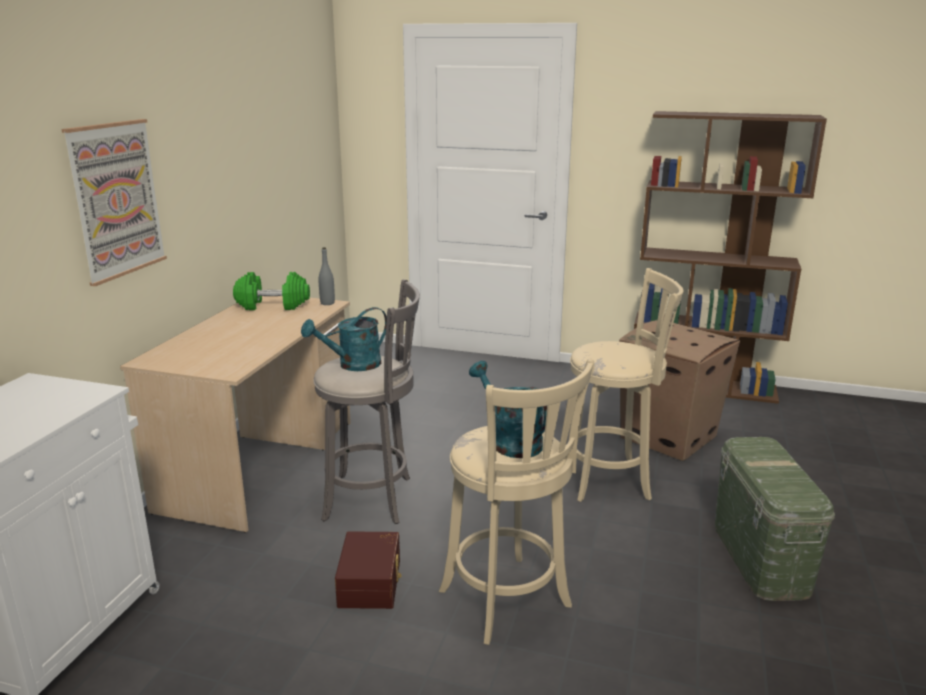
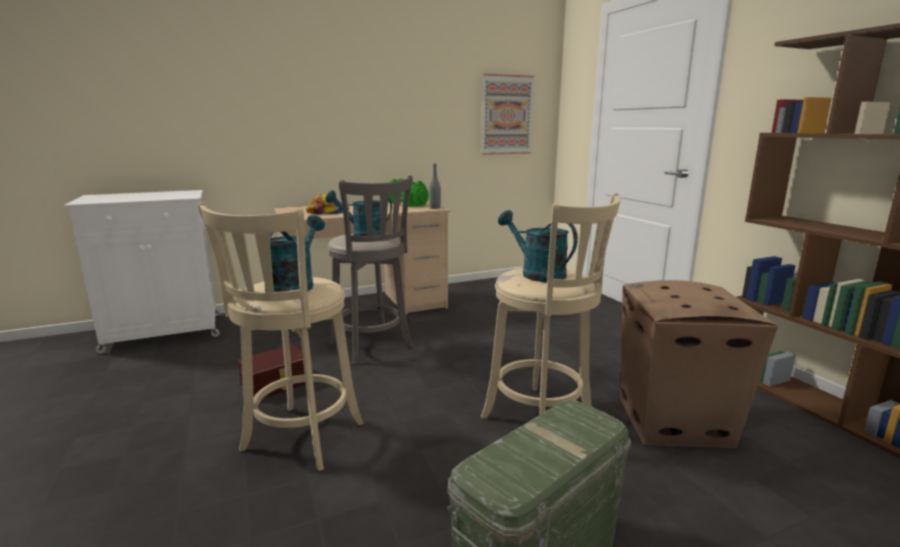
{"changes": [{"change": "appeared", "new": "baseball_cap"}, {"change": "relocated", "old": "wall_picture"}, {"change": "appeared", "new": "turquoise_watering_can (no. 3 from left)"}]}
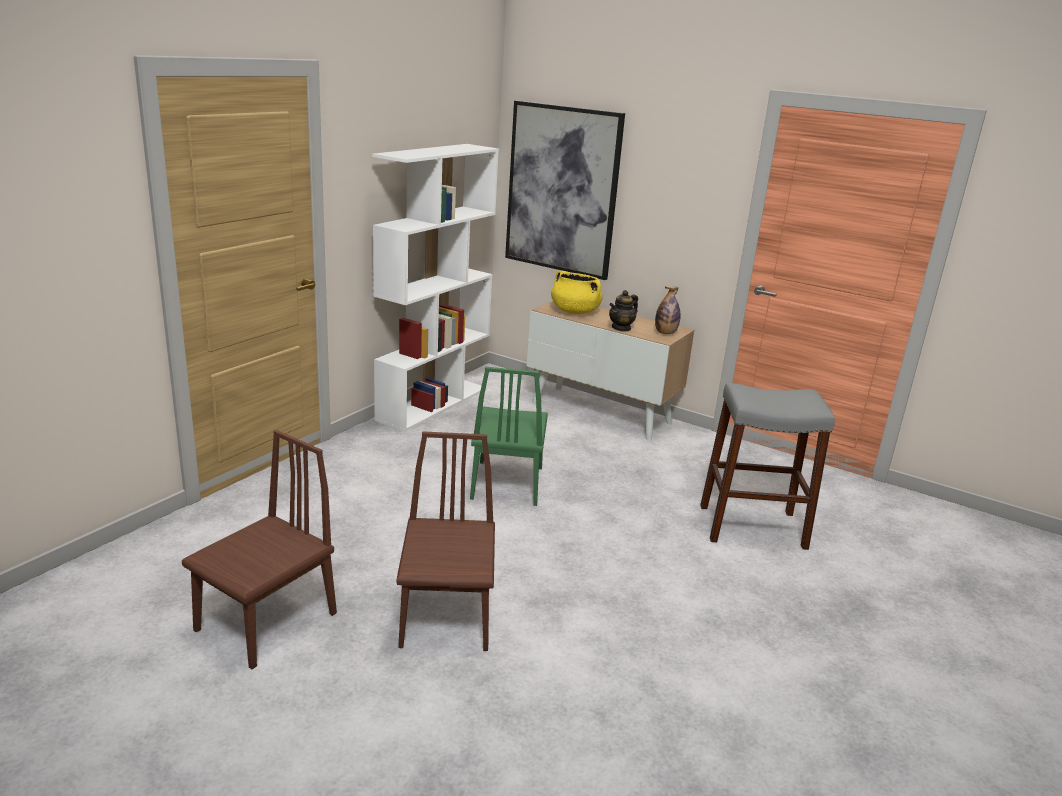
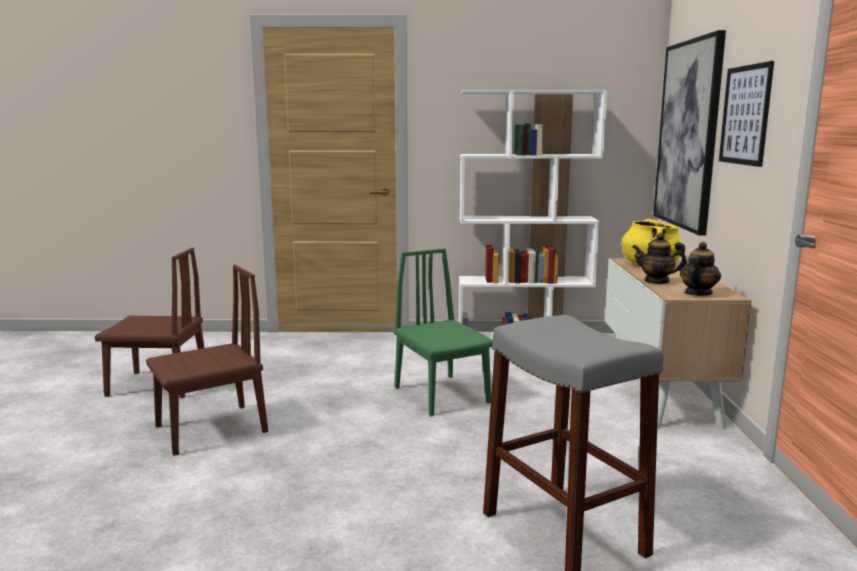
{"changes": [{"change": "spun", "old": "green-coloured_plain_chair", "degrees": 90}, {"change": "exchanged", "old": "beverage_bottle", "new": "pot_for_tea (no. 2 from left)"}, {"change": "appeared", "new": "wall_picture (no. 2 from left)"}]}
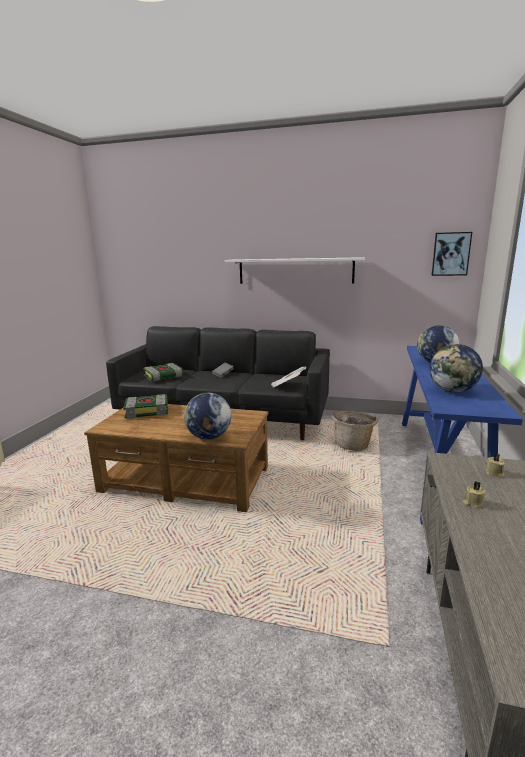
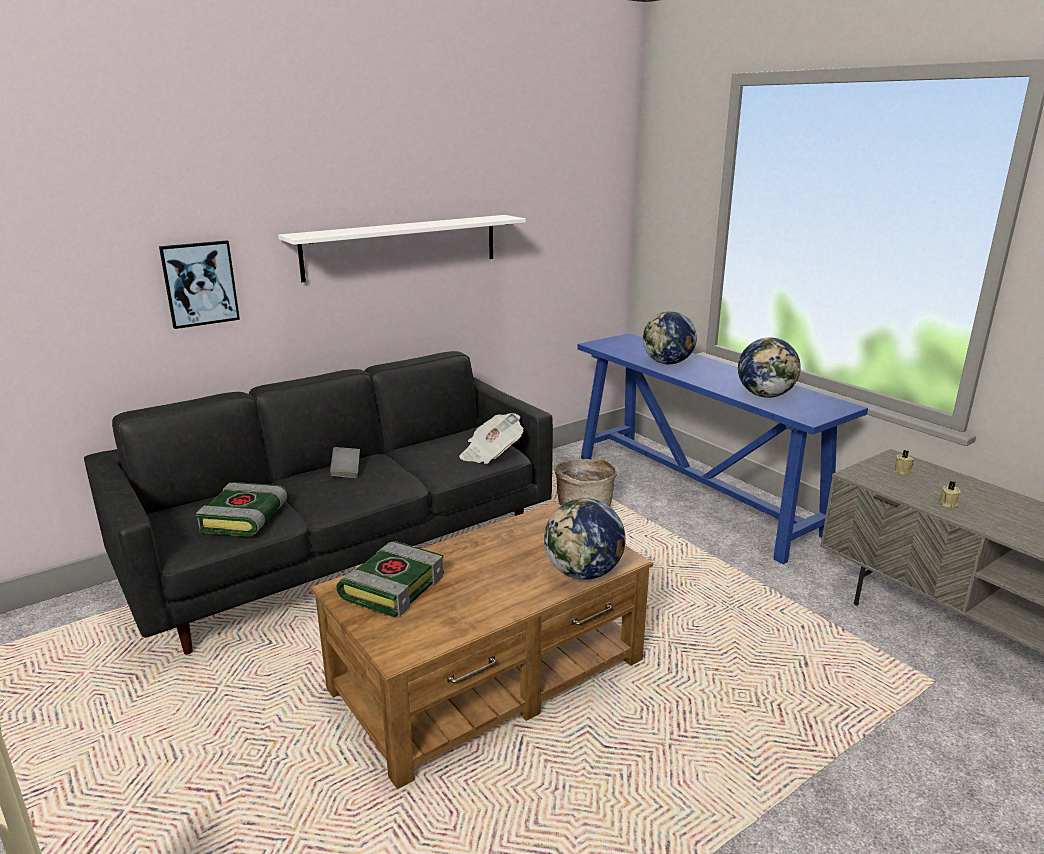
{"changes": [{"change": "relocated", "old": "wall_picture"}]}
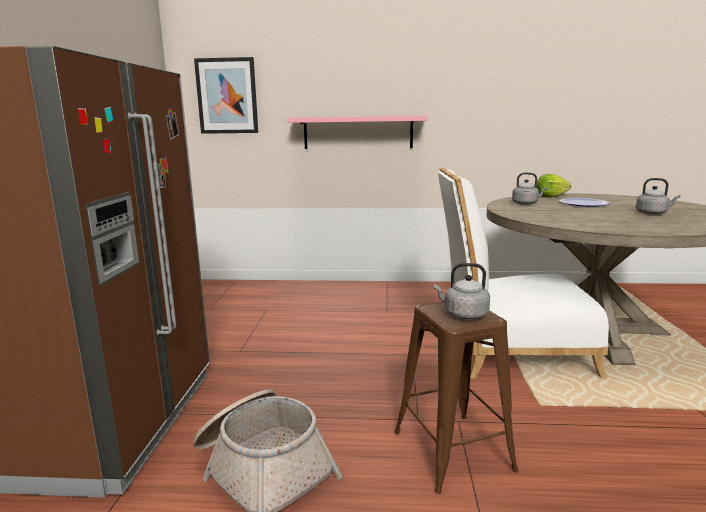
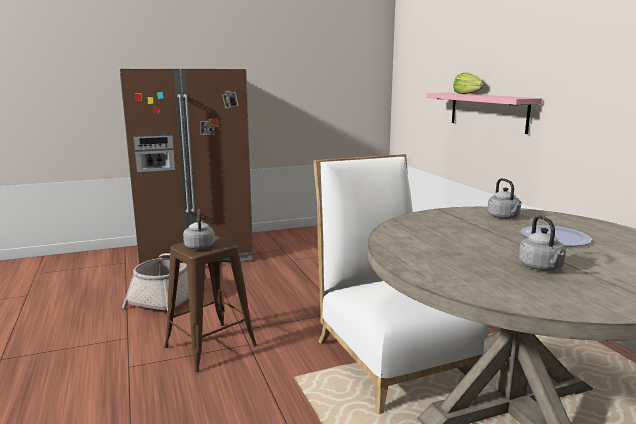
{"changes": [{"change": "relocated", "old": "head_of_lettuce"}, {"change": "missing", "old": "wall_picture"}]}
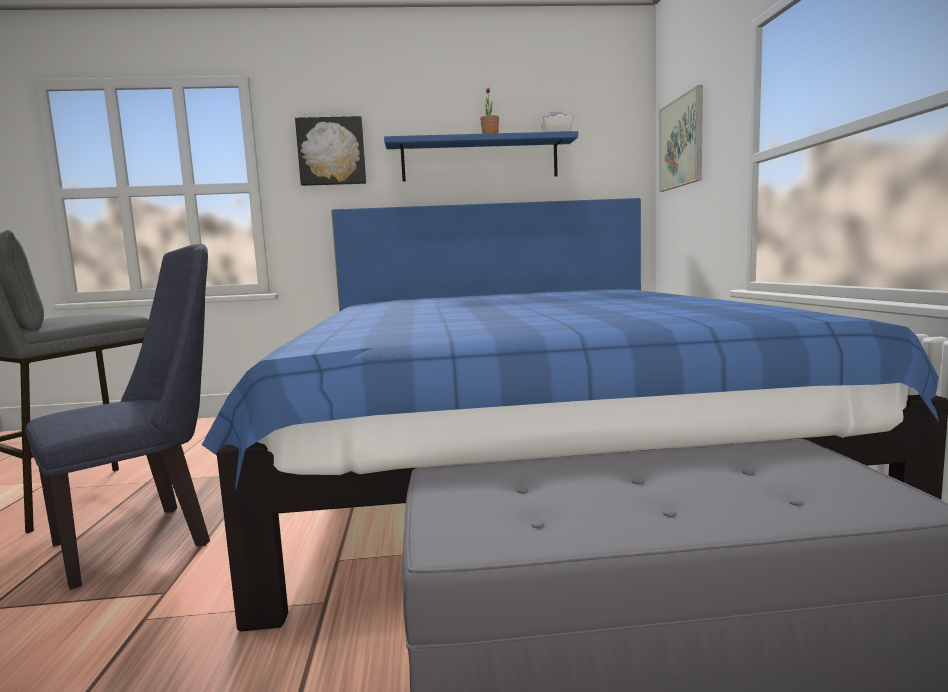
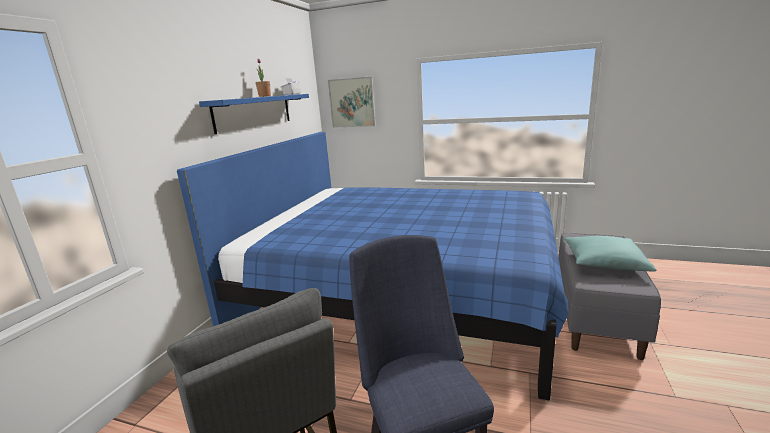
{"changes": [{"change": "appeared", "new": "turquoise_pillow"}, {"change": "missing", "old": "wall_picture (no. 1 from left)"}]}
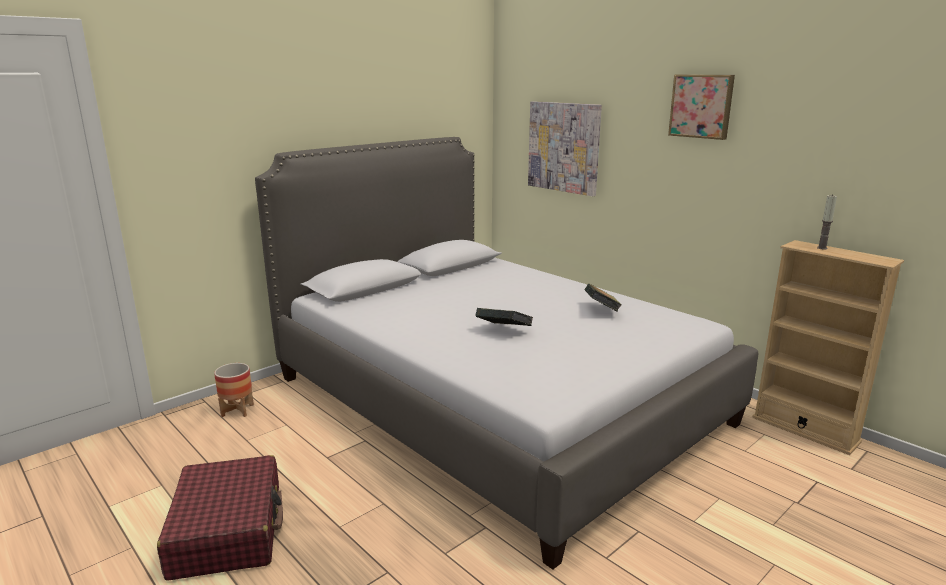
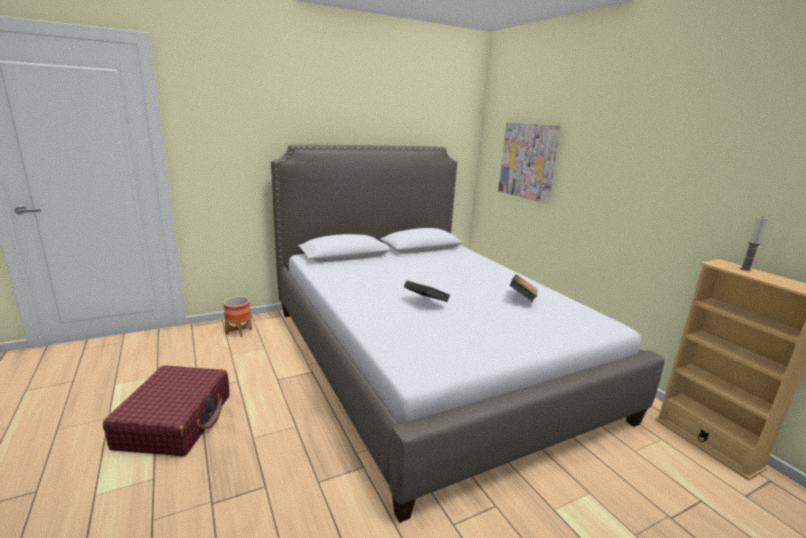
{"changes": [{"change": "missing", "old": "wall_picture (no. 2 from left)"}]}
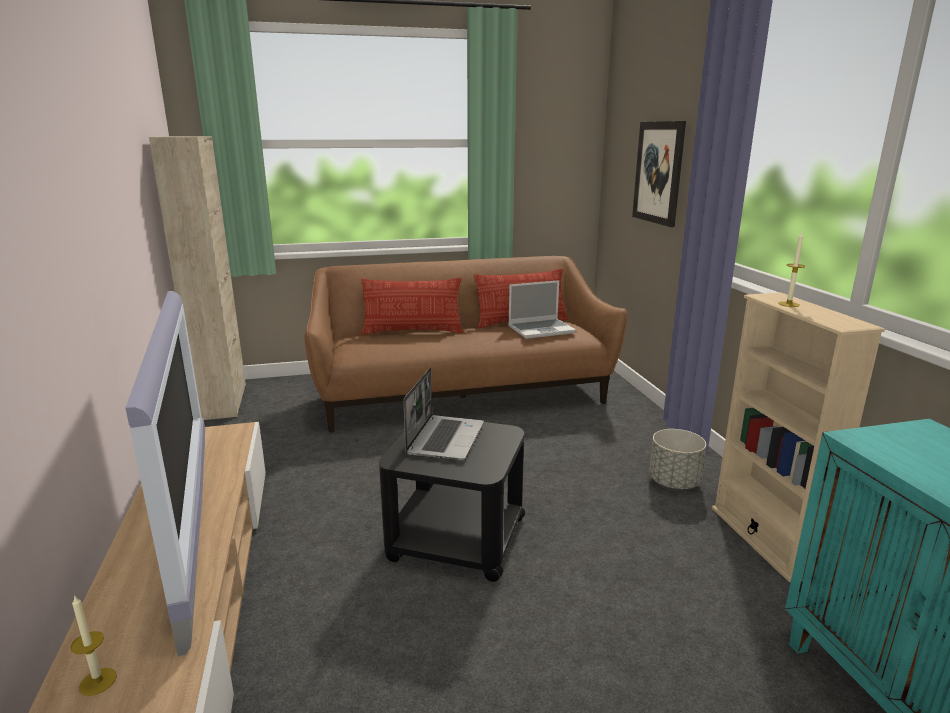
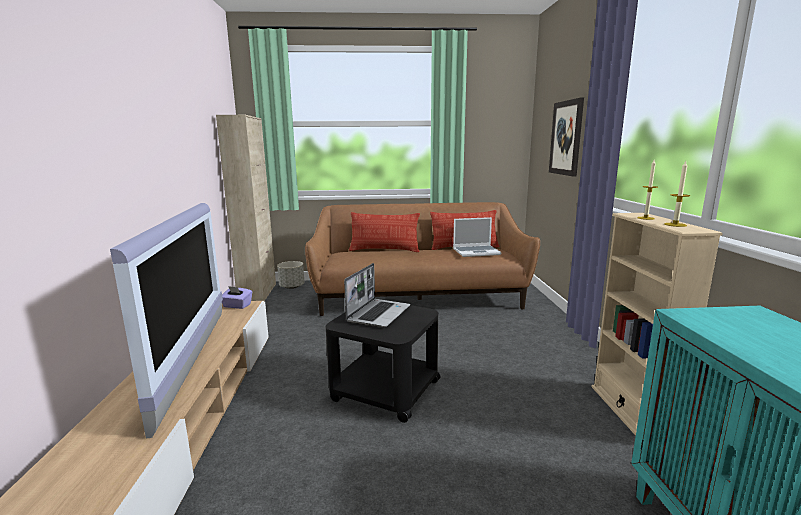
{"changes": [{"change": "appeared", "new": "purple_box_of_tissues"}, {"change": "relocated", "old": "greyish_planter"}, {"change": "relocated", "old": "wax_light (no. 1 from left in the first image)", "new": "wax_light (no. 2 from left)"}]}
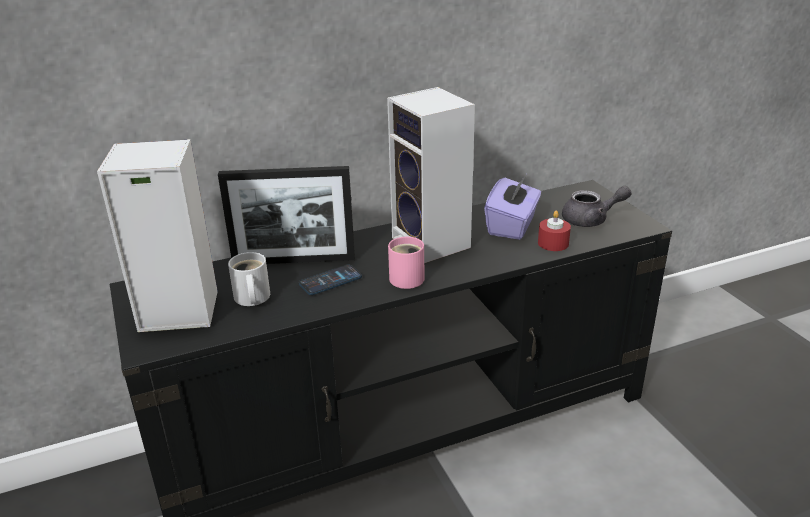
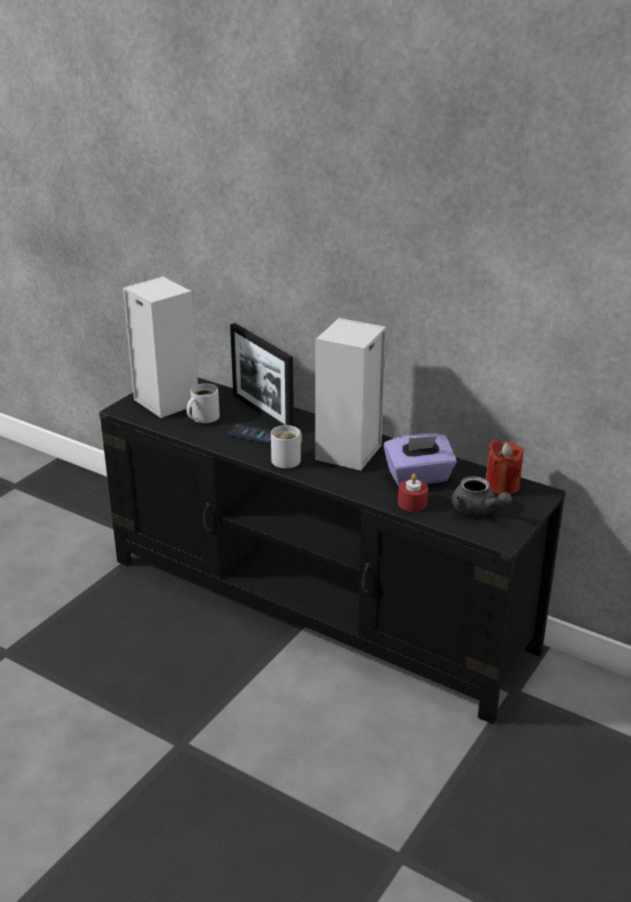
{"changes": [{"change": "colour", "old": "pinkish_coffee_mug", "new": "white_coffee_mug (no. 2 from left)"}, {"change": "appeared", "new": "reddish_wax_light (no. 2 from left)"}]}
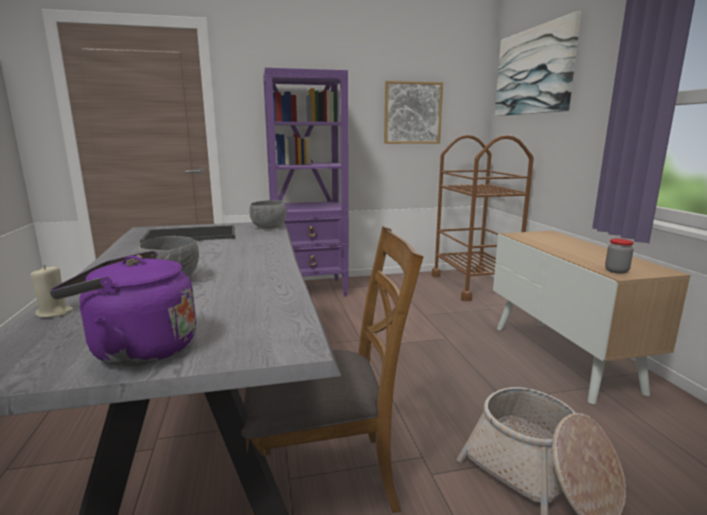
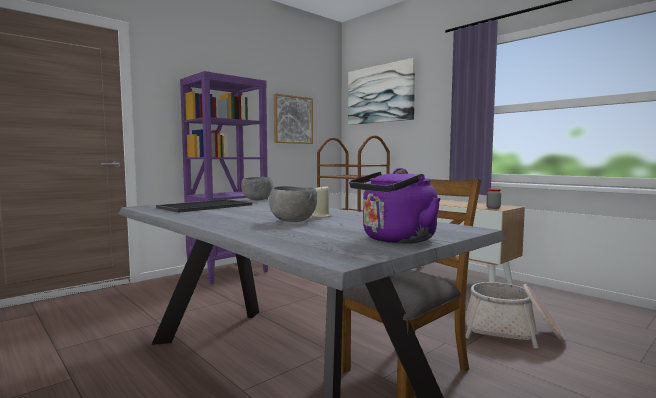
{"changes": [{"change": "relocated", "old": "beige_wax_light"}]}
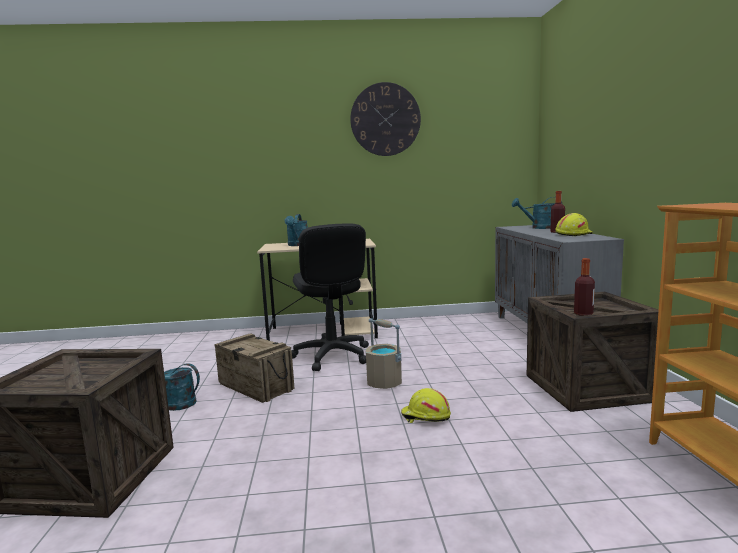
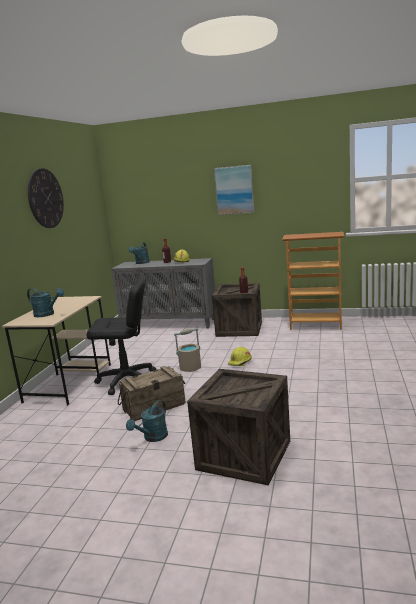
{"changes": [{"change": "appeared", "new": "wall_picture"}]}
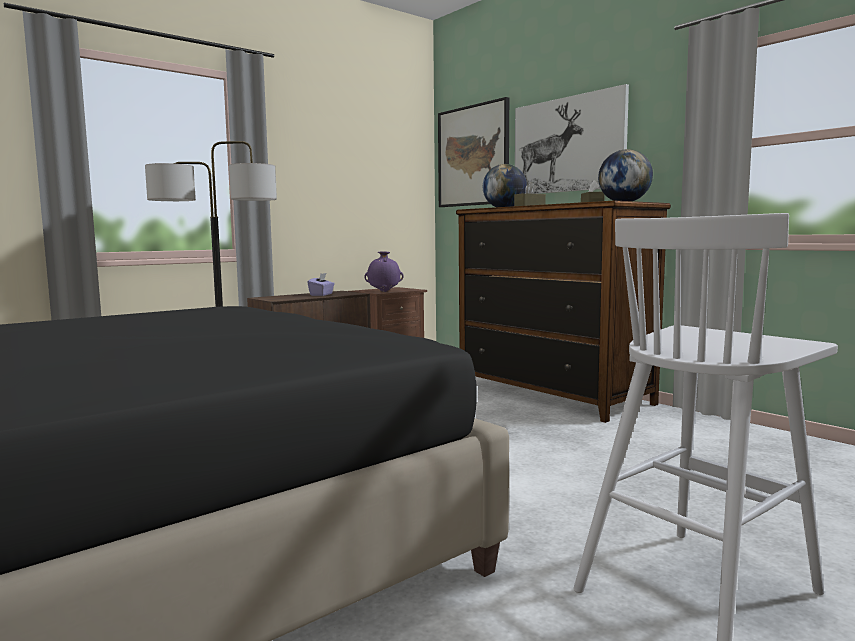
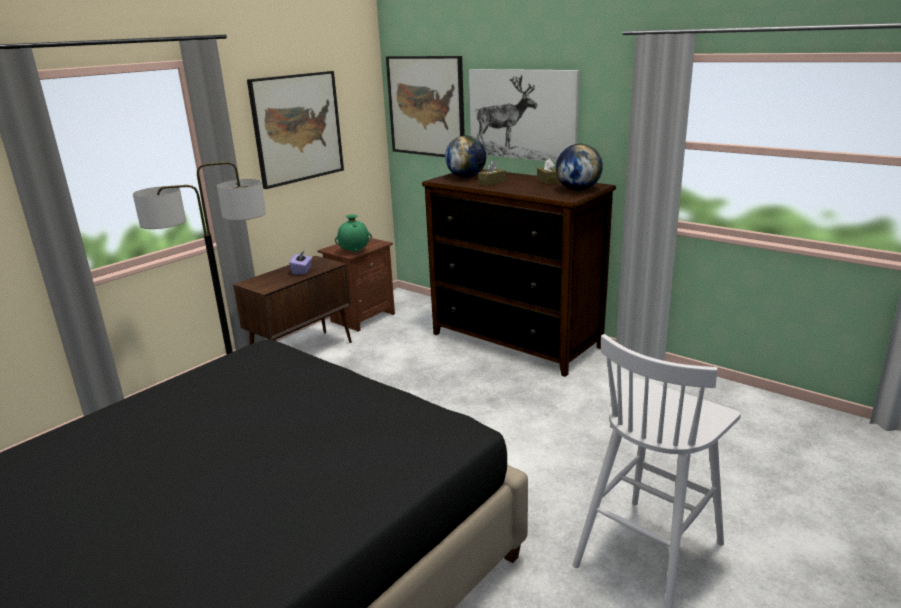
{"changes": [{"change": "appeared", "new": "wall_picture (no. 1 from left)"}, {"change": "colour", "old": "purple_decorative_vase", "new": "green-coloured_decorative_vase"}]}
